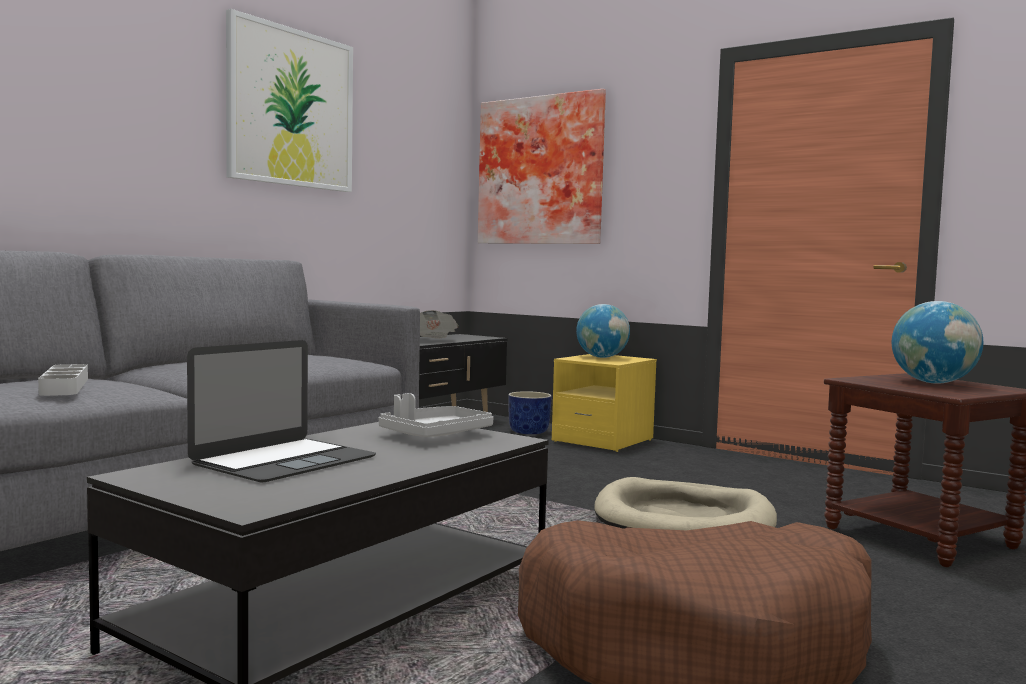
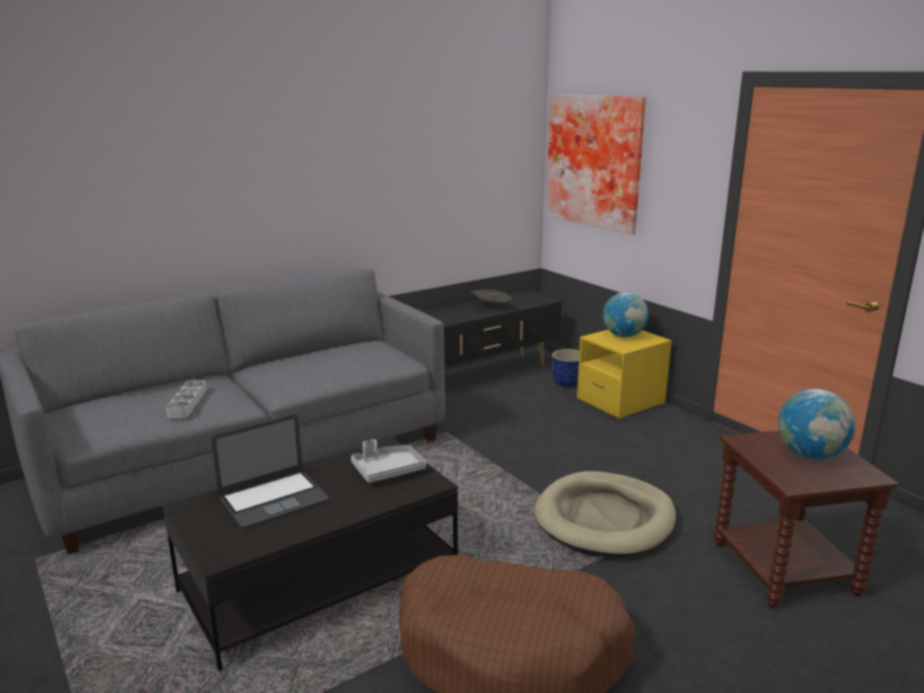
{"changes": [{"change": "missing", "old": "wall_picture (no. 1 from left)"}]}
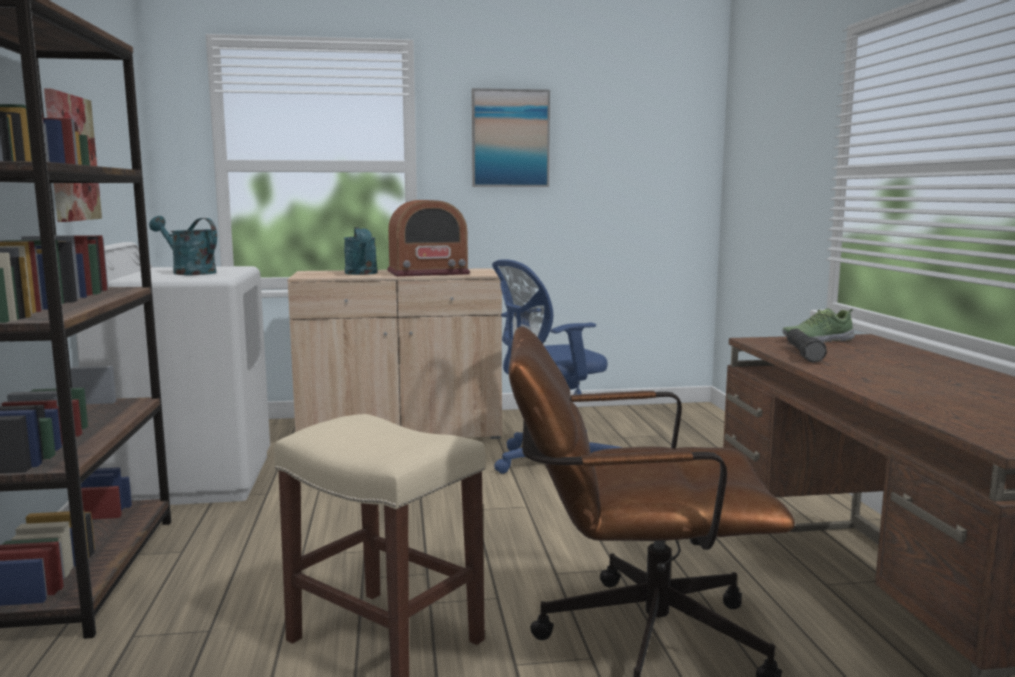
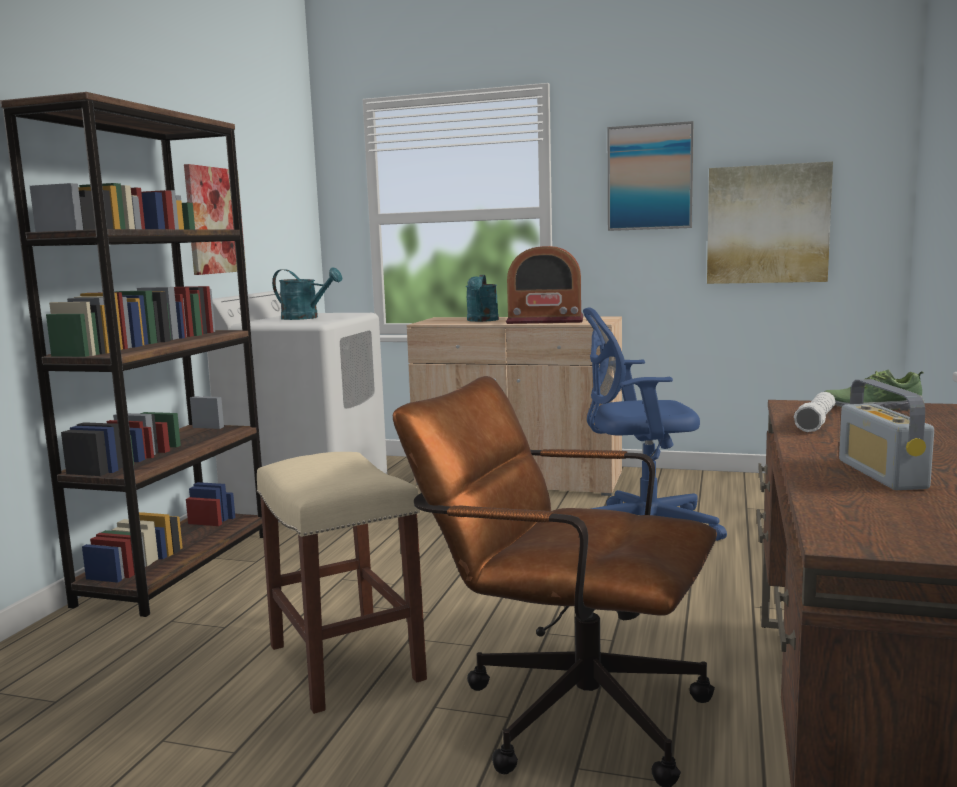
{"changes": [{"change": "spun", "old": "turquoise_watering_can (no. 1 from left)", "degrees": 150}, {"change": "appeared", "new": "wall_picture (no. 3 from left)"}, {"change": "colour", "old": "black-coloured_hand_torch", "new": "white_hand_torch"}, {"change": "appeared", "new": "radio_receiver (no. 2 from left)"}]}
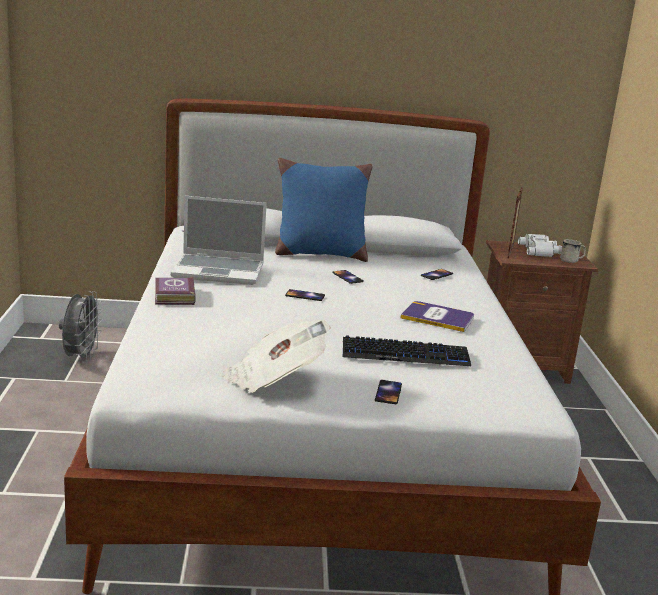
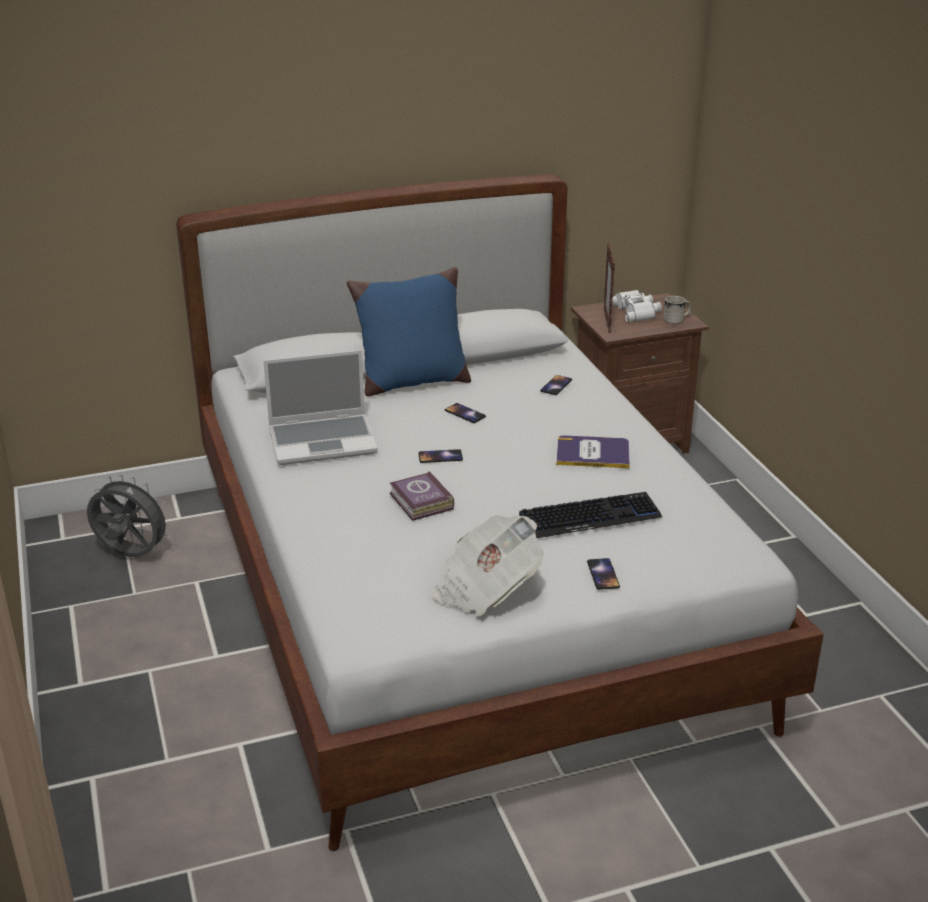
{"changes": [{"change": "spun", "old": "greyish_electric_fan", "degrees": -60}, {"change": "relocated", "old": "book (no. 1 from left)"}]}
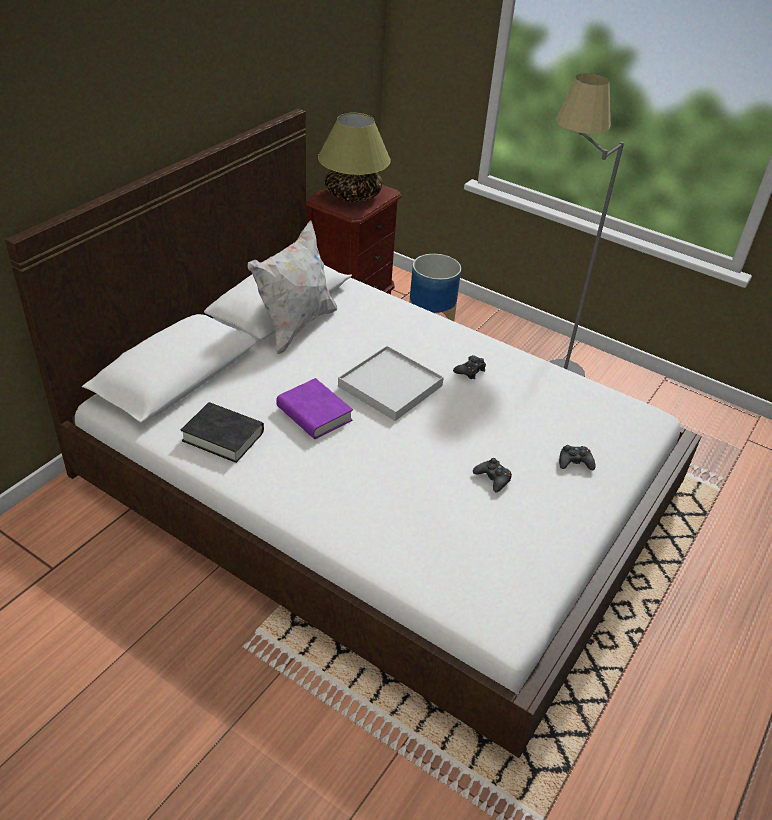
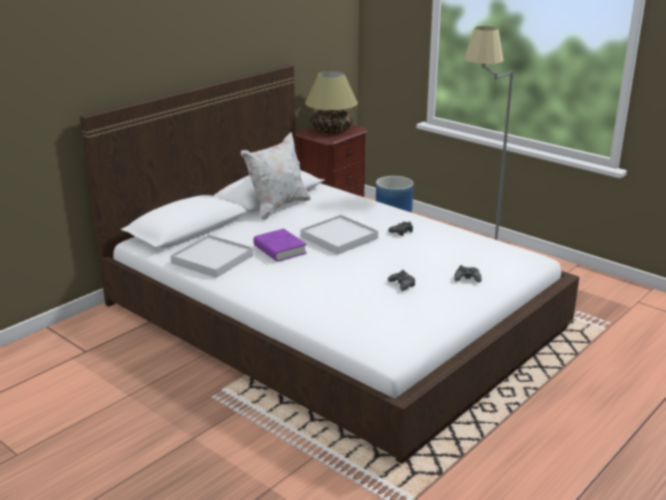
{"changes": [{"change": "exchanged", "old": "black-coloured_book", "new": "white_carrying_tray (no. 1 from left)"}]}
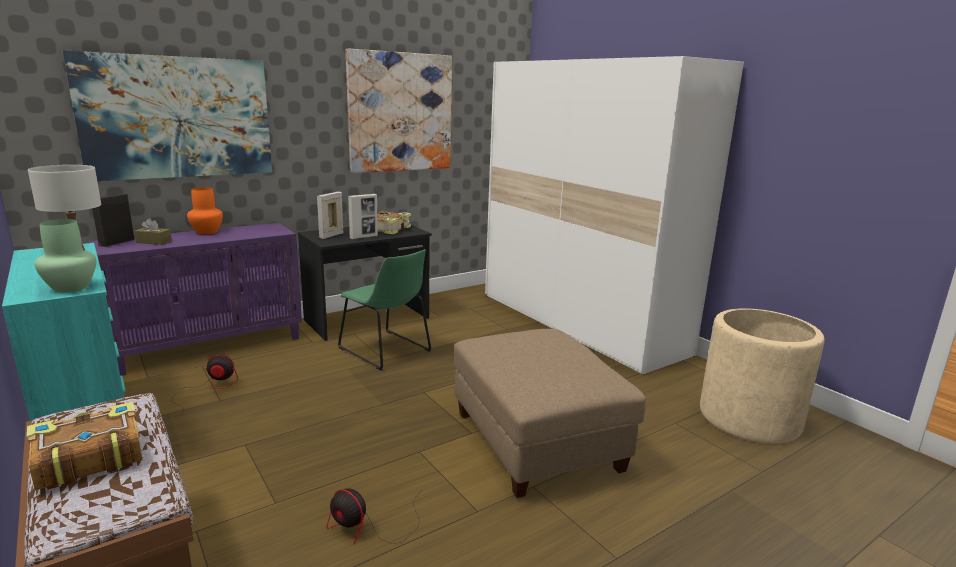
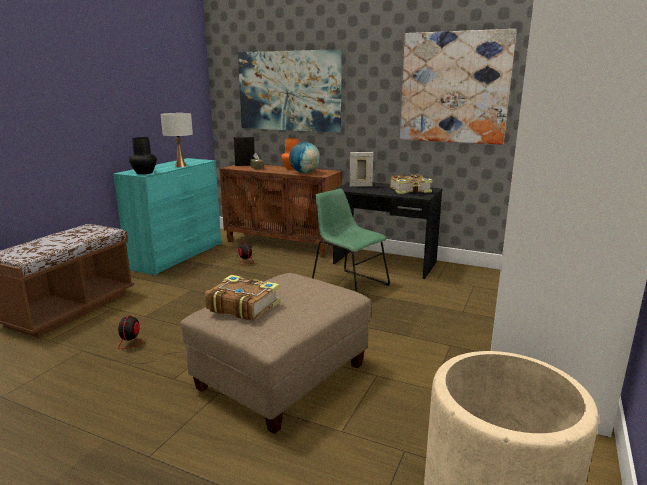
{"changes": [{"change": "colour", "old": "green-coloured_decorative_vase", "new": "black-coloured_decorative_vase"}, {"change": "relocated", "old": "book (no. 1 from left)"}, {"change": "colour", "old": "purple_cupboard", "new": "brownish_cupboard"}, {"change": "appeared", "new": "world_globe"}, {"change": "spun", "old": "green-coloured_plain_chair", "degrees": 120}, {"change": "missing", "old": "standing_frame (no. 2 from left)"}]}
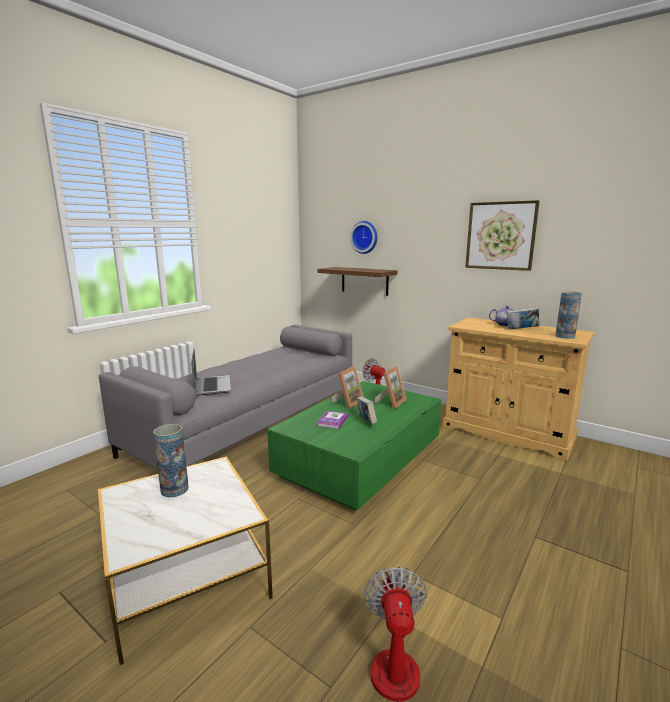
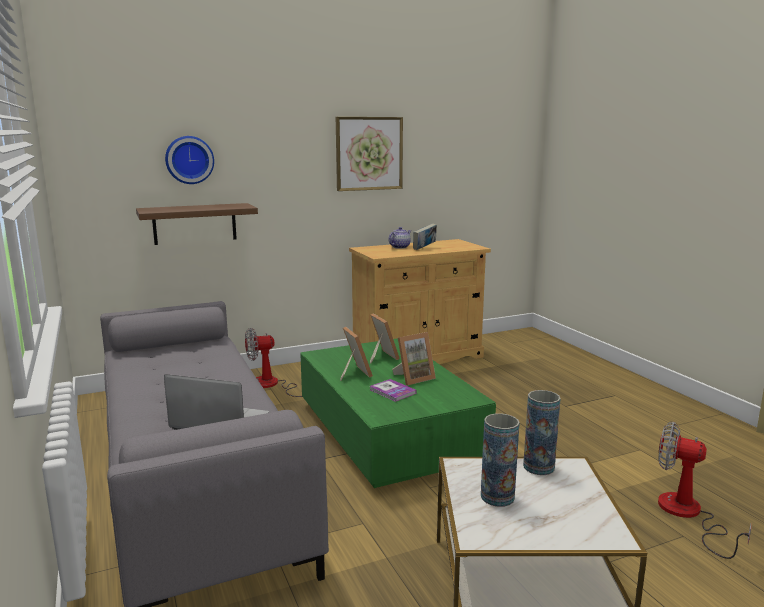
{"changes": [{"change": "exchanged", "old": "book (no. 2 from left)", "new": "standing_frame (no. 3 from left)"}, {"change": "relocated", "old": "decorative_vase (no. 2 from left)"}]}
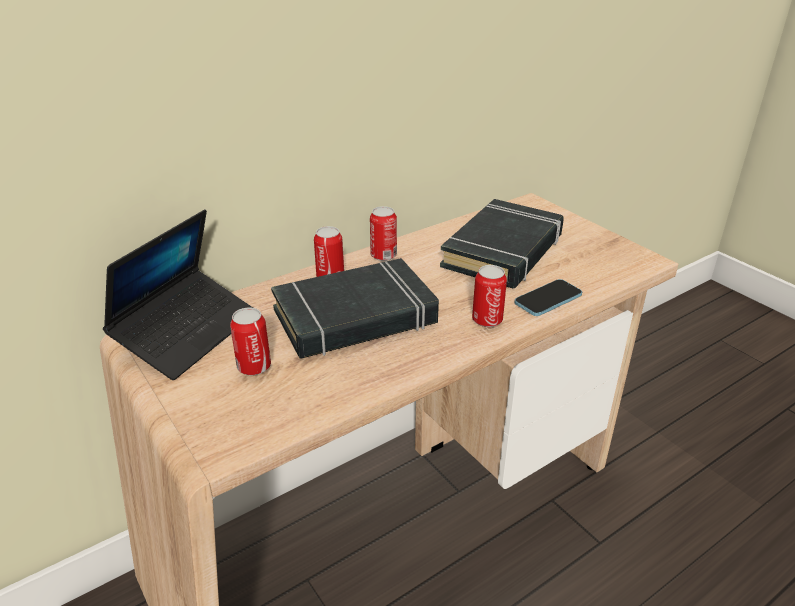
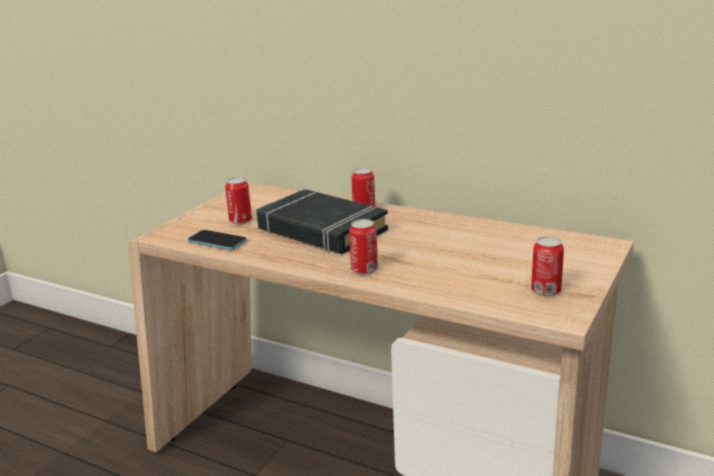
{"changes": [{"change": "relocated", "old": "telephone"}, {"change": "relocated", "old": "sealed_can (no. 3 from left in the first image)", "new": "sealed_can (no. 4 from left)"}, {"change": "missing", "old": "portable_computer"}, {"change": "missing", "old": "black-coloured_book (no. 2 from left)"}]}
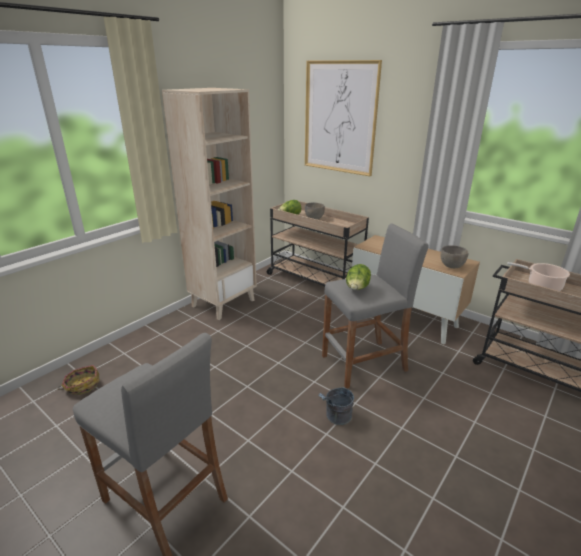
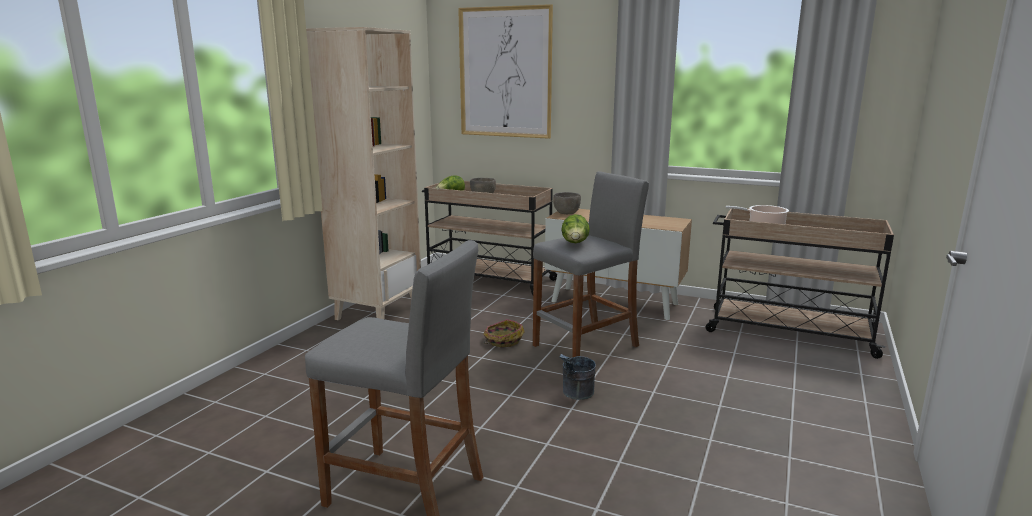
{"changes": [{"change": "relocated", "old": "basket"}, {"change": "relocated", "old": "greyish_deep_dish (no. 2 from left)"}]}
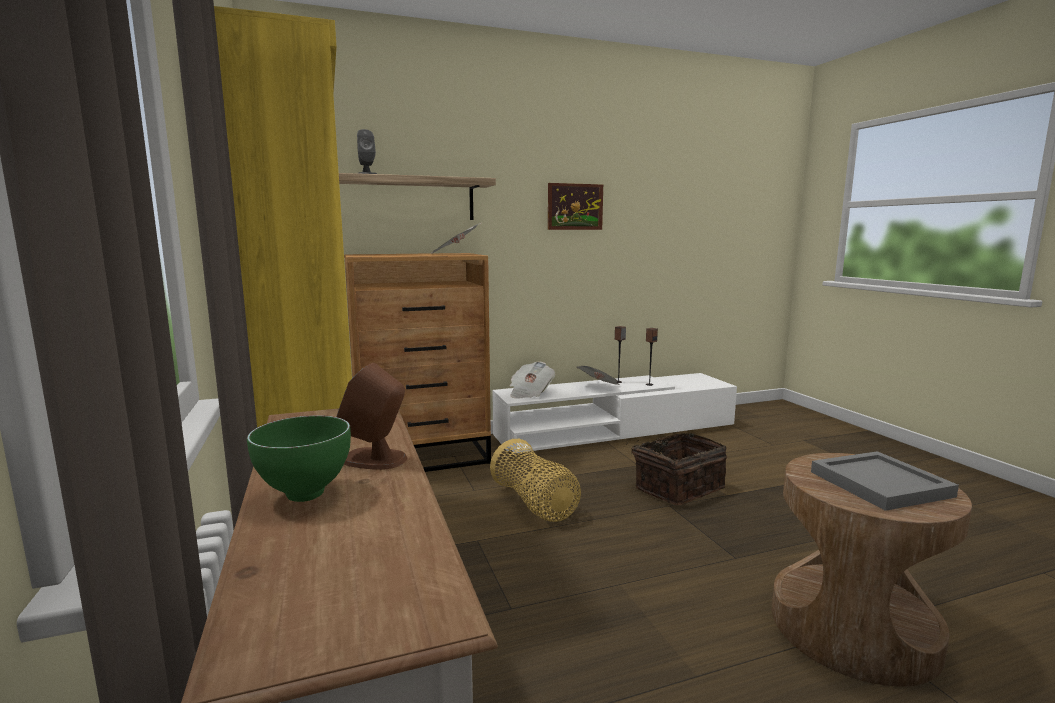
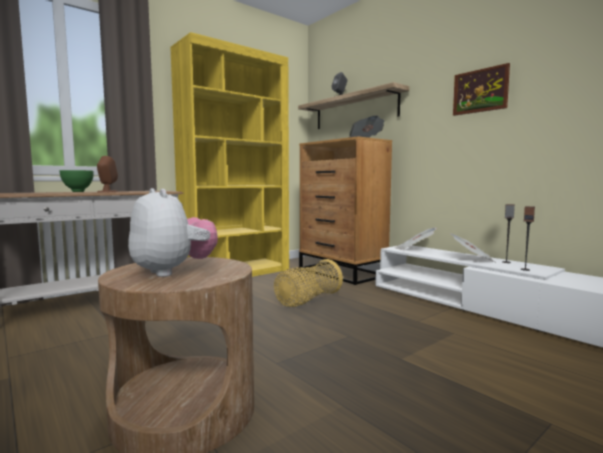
{"changes": [{"change": "exchanged", "old": "greyish_carrying_tray", "new": "cuddly_toy"}, {"change": "missing", "old": "basket (no. 2 from left)"}]}
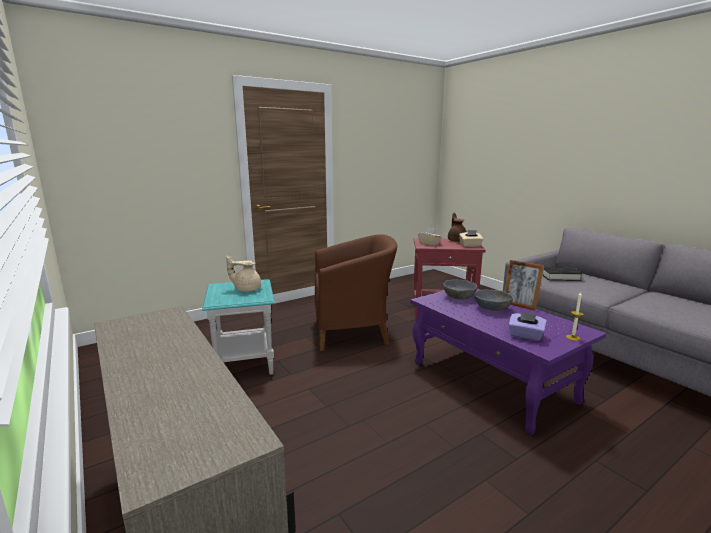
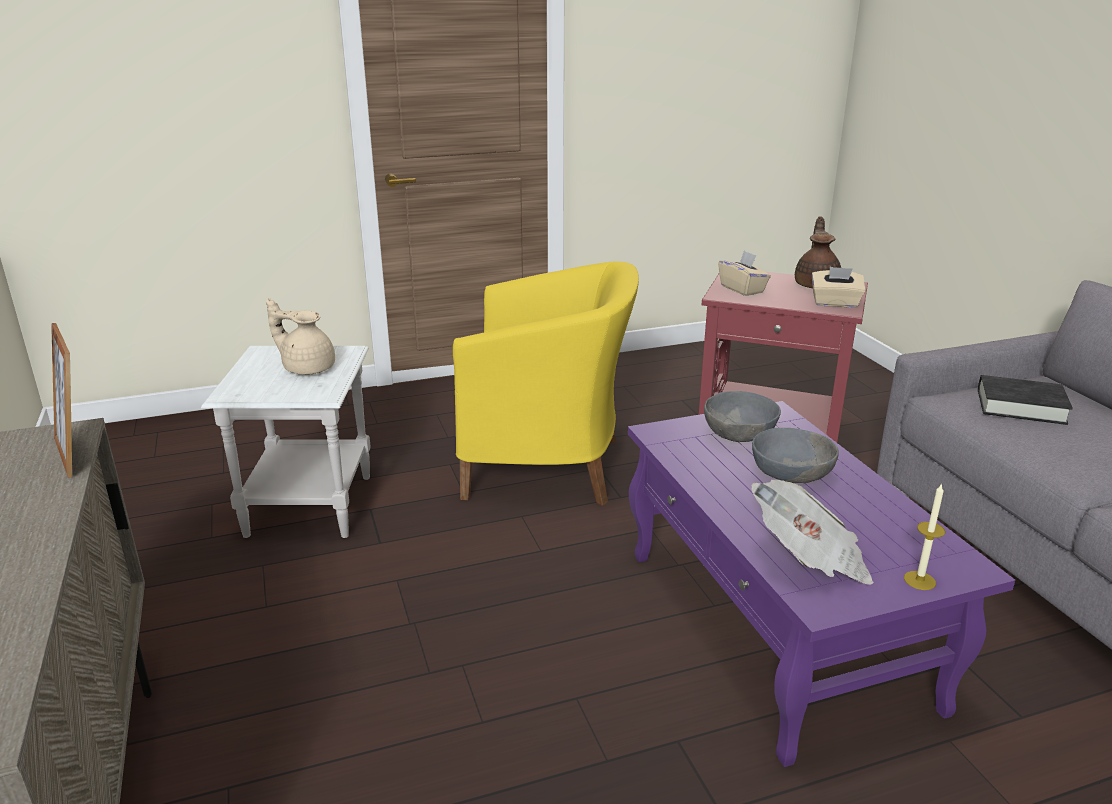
{"changes": [{"change": "relocated", "old": "standing_frame"}, {"change": "colour", "old": "turquoise_accent_table", "new": "white_accent_table"}, {"change": "colour", "old": "brownish_armchair", "new": "yellow_armchair"}, {"change": "exchanged", "old": "purple_box_of_tissues", "new": "daily_paper"}]}
